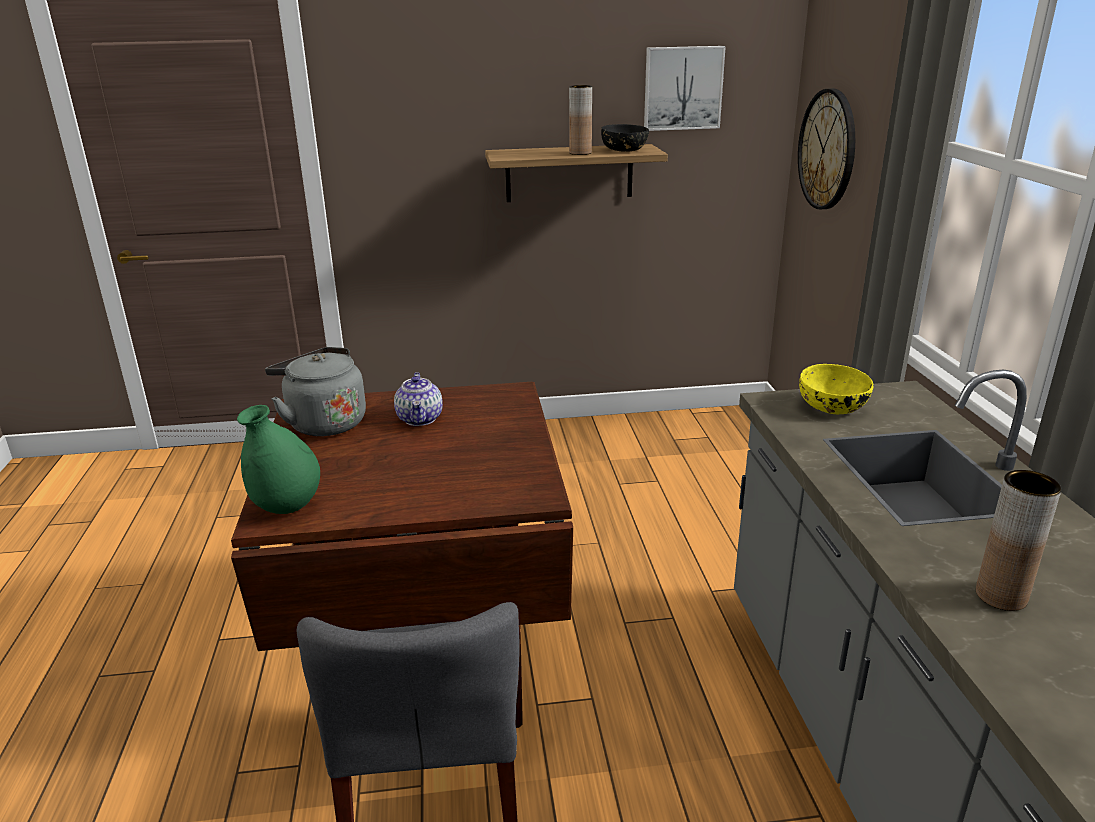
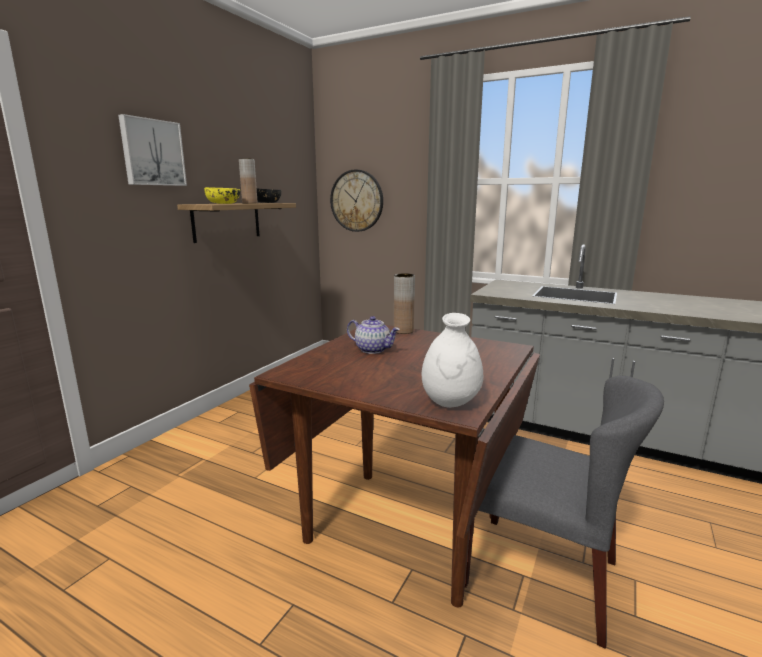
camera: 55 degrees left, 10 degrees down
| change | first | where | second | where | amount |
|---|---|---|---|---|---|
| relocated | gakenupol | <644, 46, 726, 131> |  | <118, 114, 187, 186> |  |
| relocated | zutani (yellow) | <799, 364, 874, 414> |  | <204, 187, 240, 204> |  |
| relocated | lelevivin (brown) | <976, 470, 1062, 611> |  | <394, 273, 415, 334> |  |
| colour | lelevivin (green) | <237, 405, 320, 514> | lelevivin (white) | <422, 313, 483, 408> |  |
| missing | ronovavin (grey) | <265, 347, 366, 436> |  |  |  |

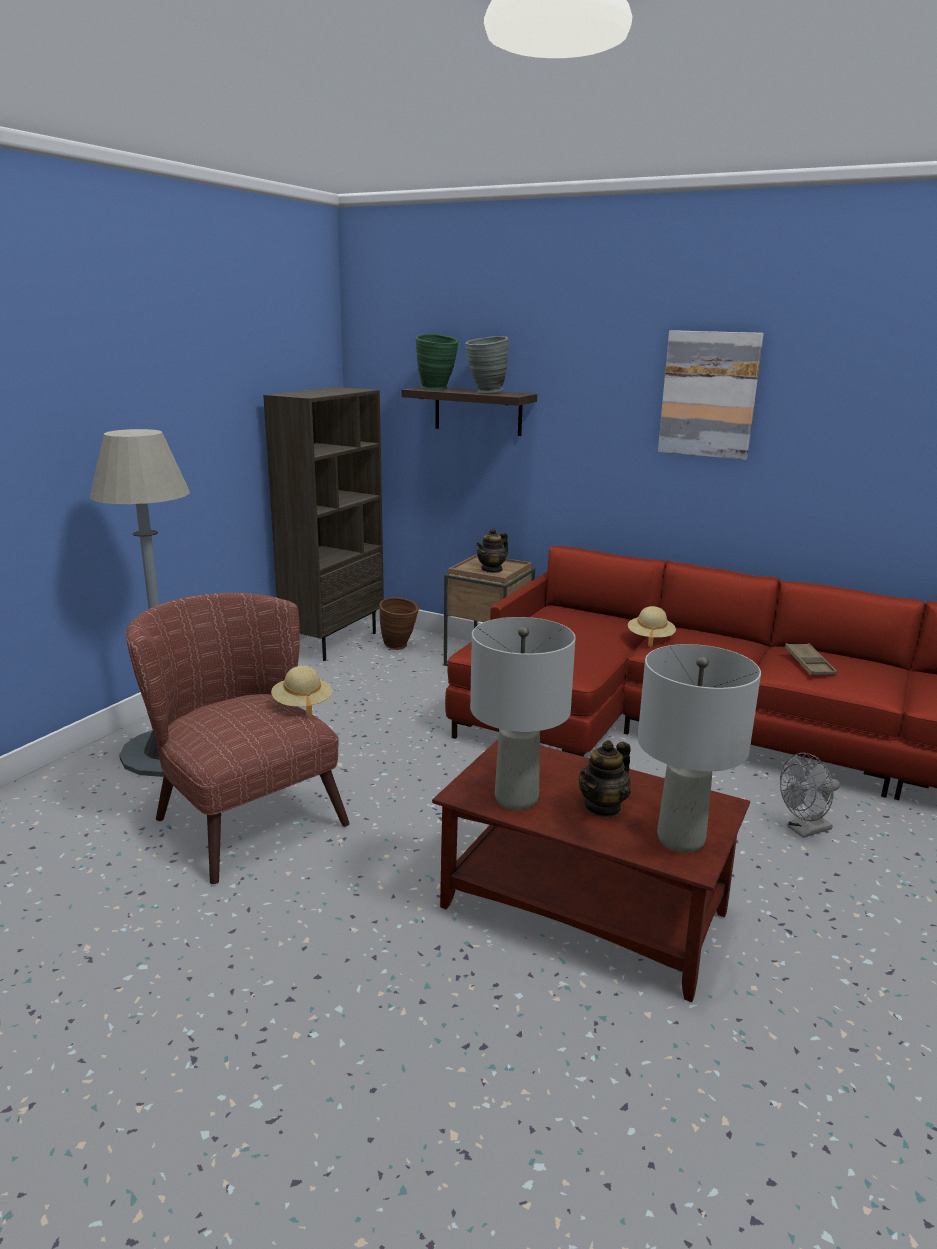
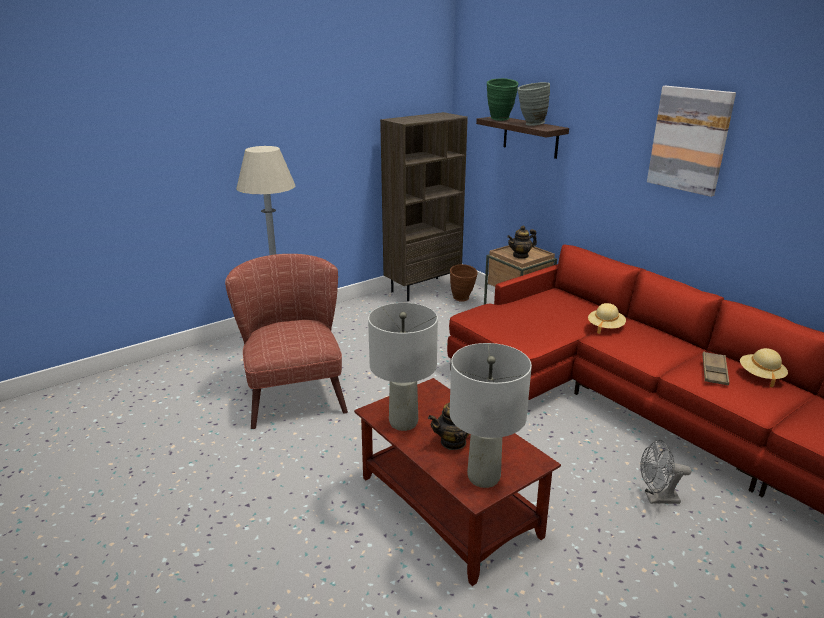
camera: 25 degrees right, 5 degrees up
| change | first | where | second | where | amount |
|---|---|---|---|---|---|
| relocated | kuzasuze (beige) | <271, 666, 332, 718> |  | <740, 348, 788, 387> |  |

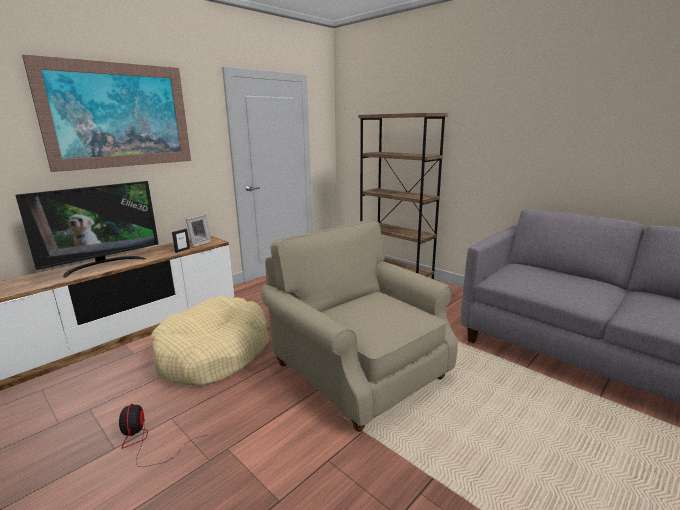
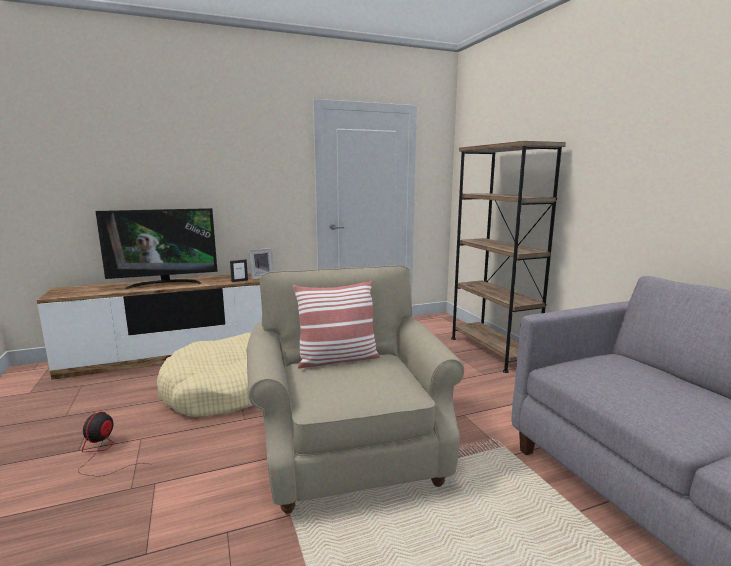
camera: 25 degrees right, 5 degrees down
| change | first | where | second | where | amount |
|---|---|---|---|---|---|
| appeared |  |  | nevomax | <293, 281, 380, 369> |  |
| missing | gakenupol | <22, 54, 191, 172> |  |  |  |

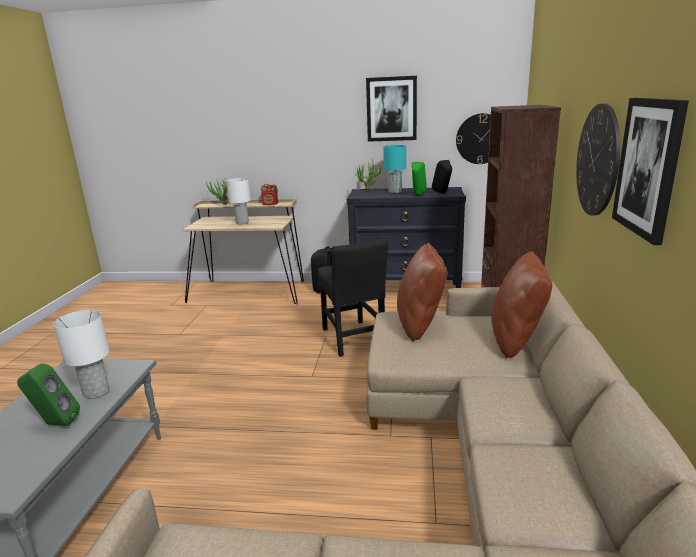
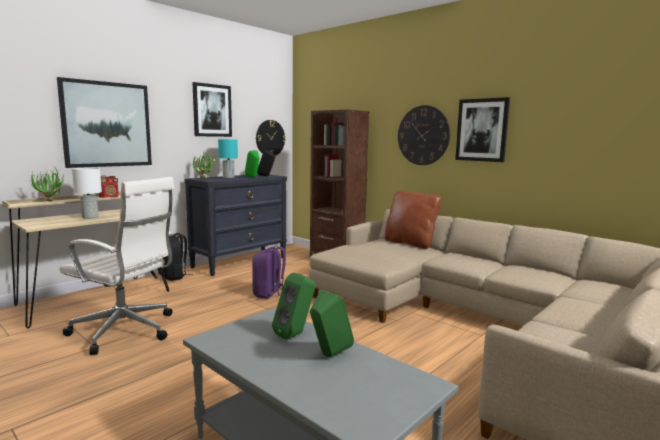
camera: 55 degrees left, 10 degrees down
| change | first | where | second | where | amount |
|---|---|---|---|---|---|
| appeared |  |  | gakenupol | <57, 77, 152, 168> |  |
| appeared |  |  | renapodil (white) | <59, 177, 175, 355> |  |
| exchanged | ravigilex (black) | <318, 239, 389, 357> | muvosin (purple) | <252, 247, 286, 299> |  |
| exchanged | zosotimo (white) | <53, 310, 110, 399> | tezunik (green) | <272, 273, 316, 340> |  |
| missing | nevomax (brown) | <397, 243, 447, 341> |  |  |  |

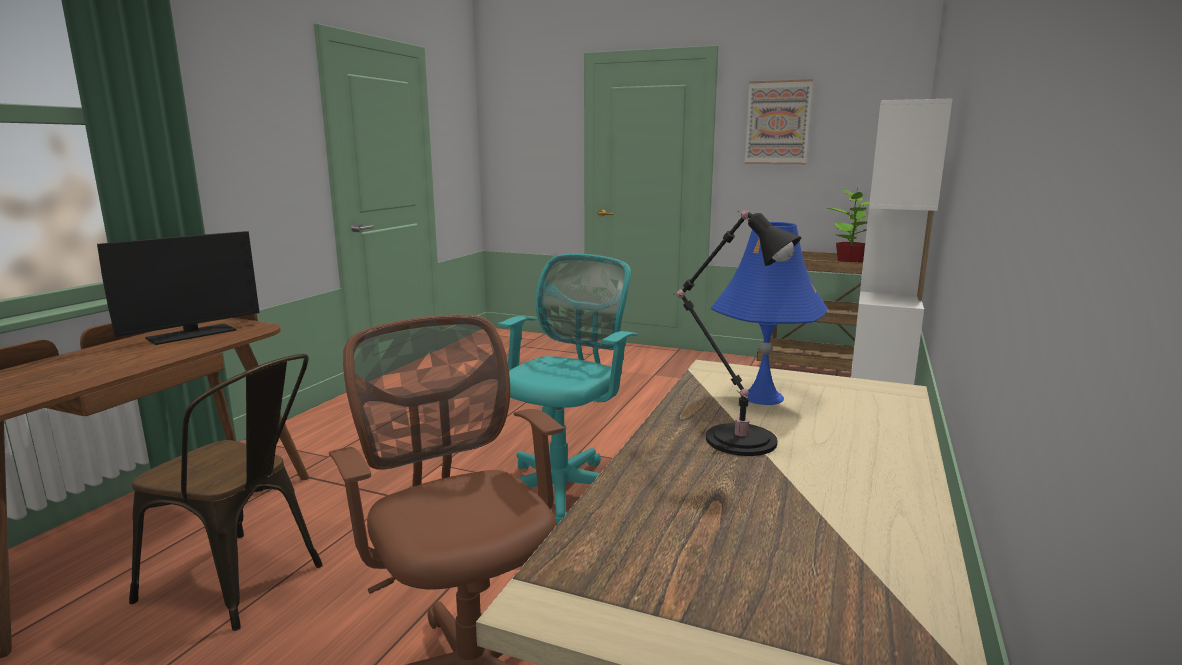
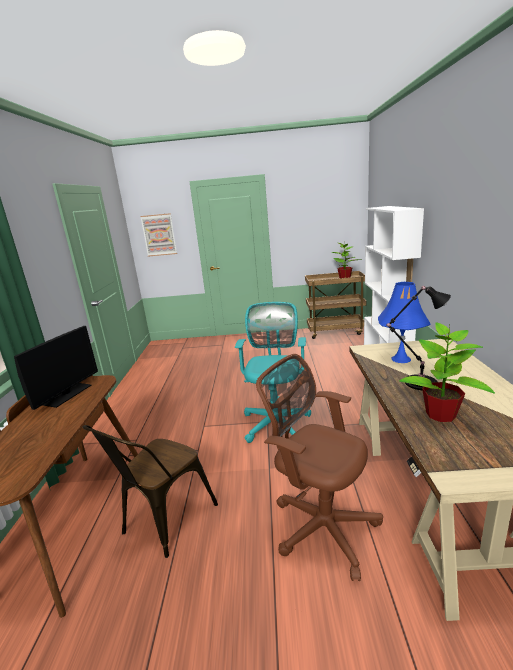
camera: 20 degrees left, 5 degrees up
| change | first | where | second | where | amount |
|---|---|---|---|---|---|
| spun | ravigilex (brown) | <129, 354, 323, 631> |  | <82, 425, 218, 558> | 120 degrees clockwise |
| relocated | gakenupol | <744, 79, 813, 164> |  | <140, 213, 177, 256> |  |
| appeared |  |  | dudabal | <399, 323, 495, 422> |  |

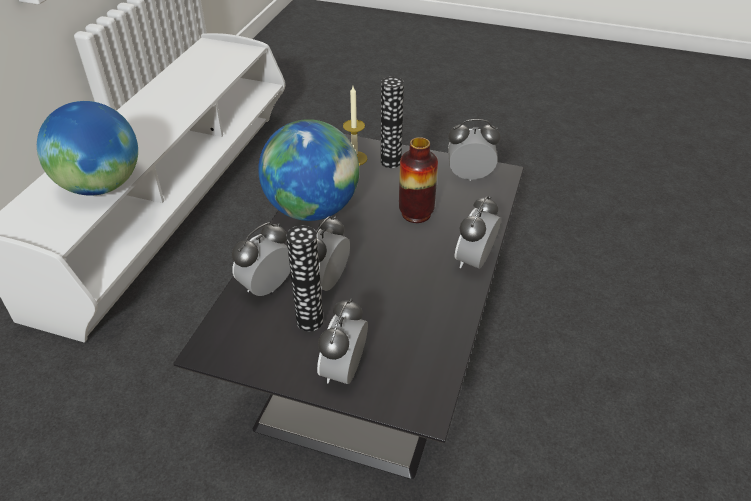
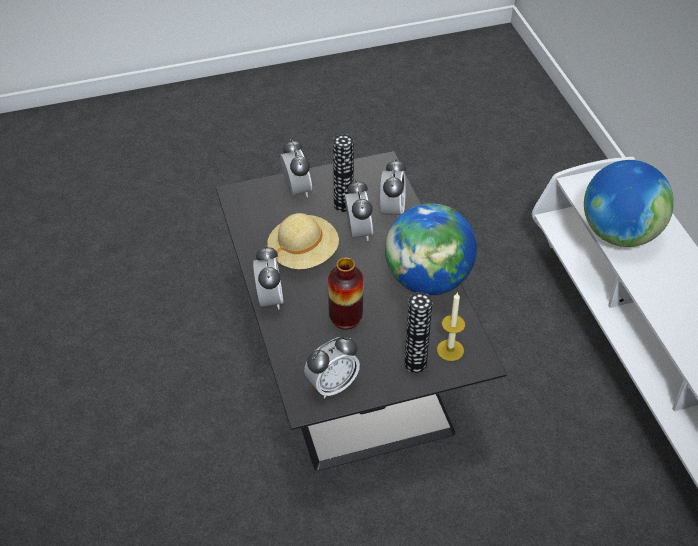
camera: 145 degrees right, 5 degrees up
| change | first | where | second | where | amount |
|---|---|---|---|---|---|
| appeared |  |  | kuzasuze (beige) | <267, 213, 339, 269> |  |

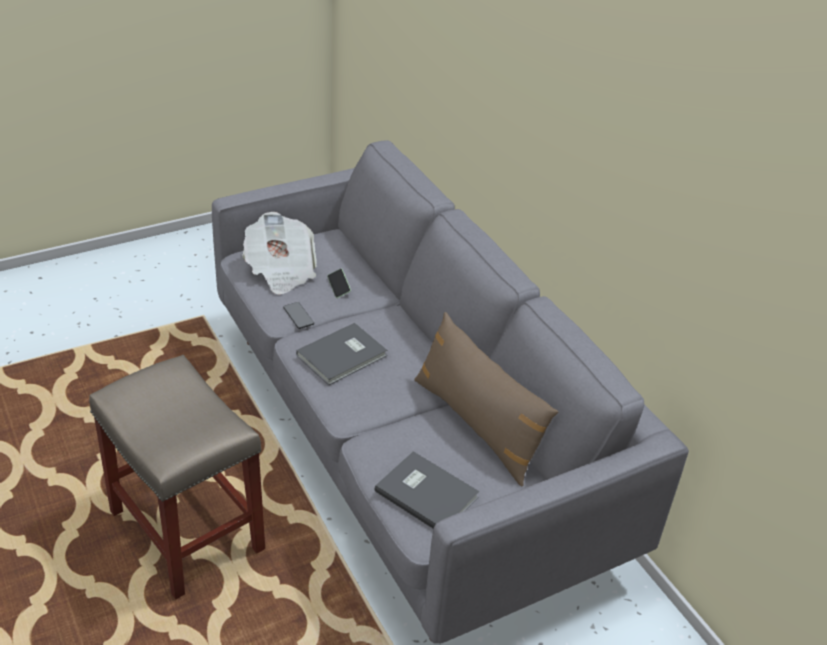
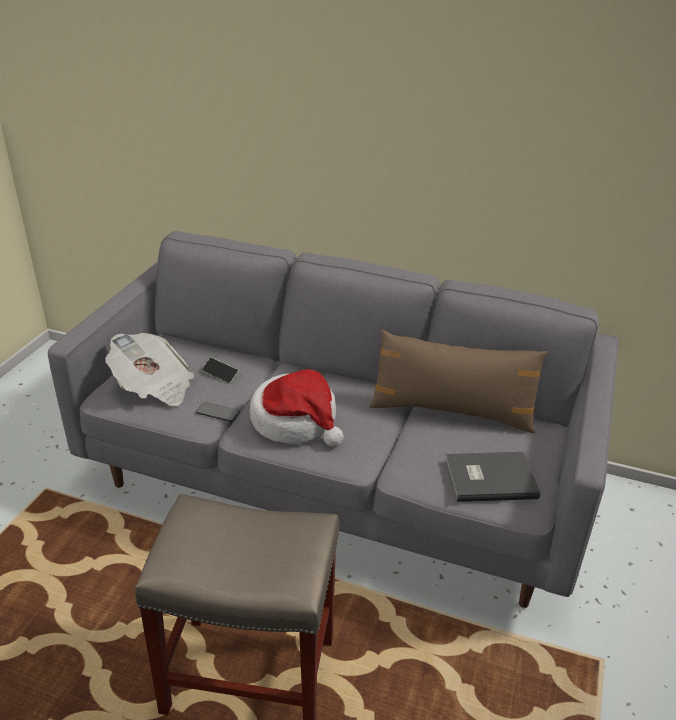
camera: 40 degrees left, 5 degrees down
| change | first | where | second | where | amount |
|---|---|---|---|---|---|
| exchanged | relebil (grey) | <296, 323, 387, 385> | kuzasuze | <250, 369, 344, 447> |  |

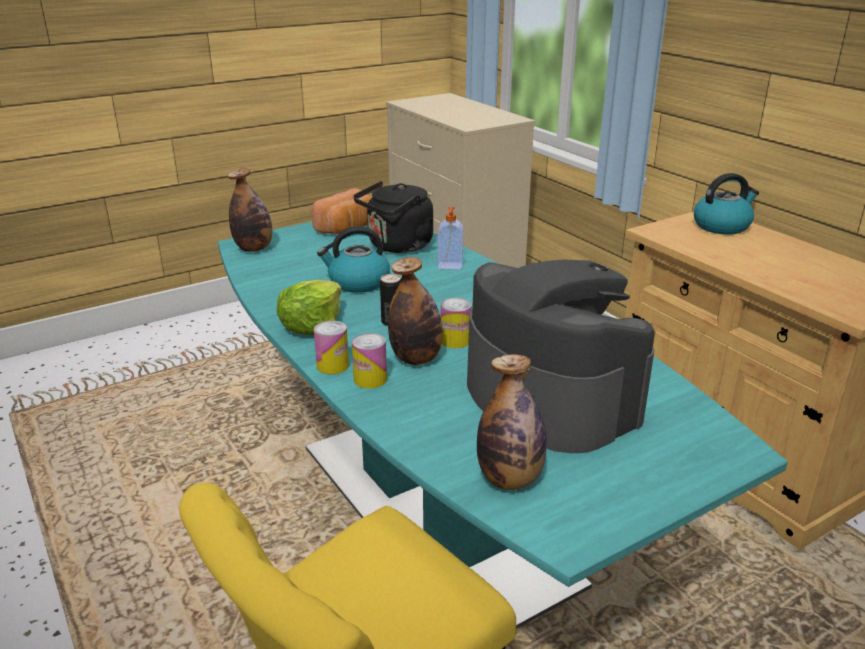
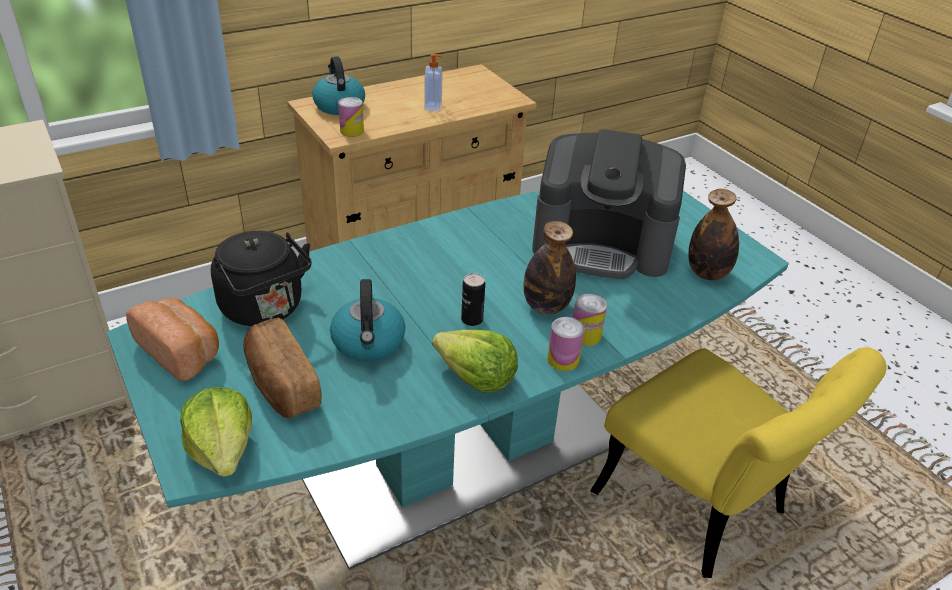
camera: 90 degrees left, 10 degrees up
| change | first | where | second | where | amount |
|---|---|---|---|---|---|
| exchanged | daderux | <228, 168, 272, 252> | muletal | <180, 387, 252, 477> |  |
| appeared |  |  | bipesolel | <243, 318, 322, 418> |  |
| relocated | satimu | <440, 298, 472, 348> |  | <338, 97, 364, 137> |  |
| relocated | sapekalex | <438, 207, 464, 270> |  | <424, 54, 443, 111> |  |
| spun | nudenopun | <467, 260, 655, 453> |  | <532, 129, 686, 279> | 135 degrees counterclockwise |

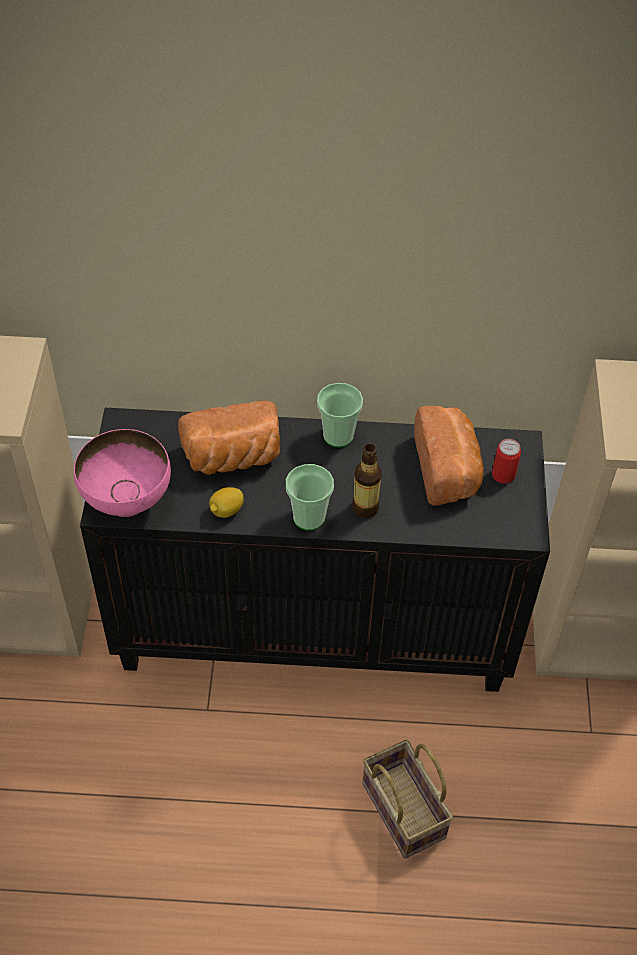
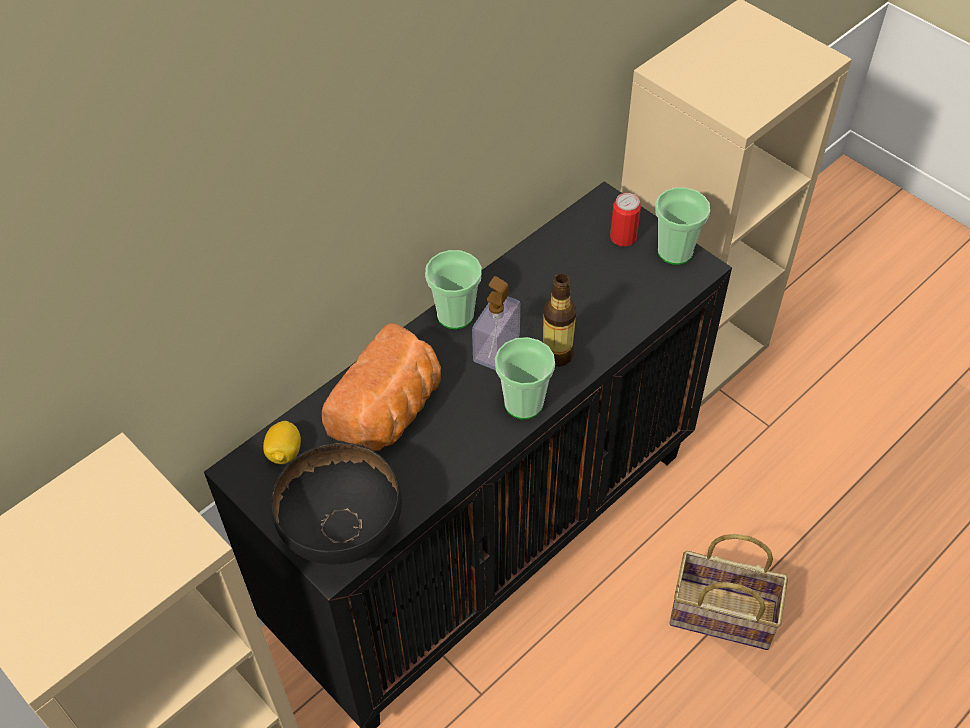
camera: 45 degrees left, 0 degrees up
| change | first | where | second | where | amount |
|---|---|---|---|---|---|
| relocated | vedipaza | <209, 487, 244, 518> |  | <263, 421, 301, 464> |  |
| colour | zutani (pink) | <74, 429, 171, 517> | zutani (black) | <271, 443, 402, 564> |  |
| appeared |  |  | sapekalex | <472, 276, 520, 370> |  |
| appeared |  |  | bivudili | <655, 187, 710, 265> |  |
| missing | bipesolel | <414, 406, 484, 506> |  |  |  |

